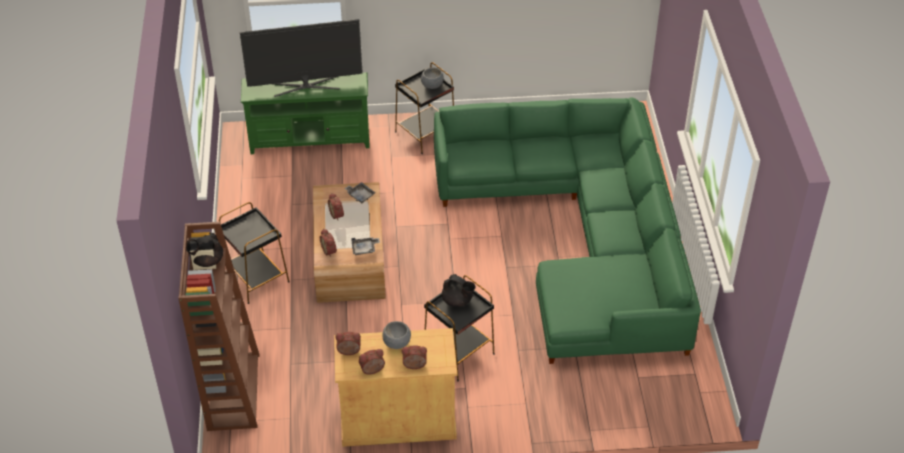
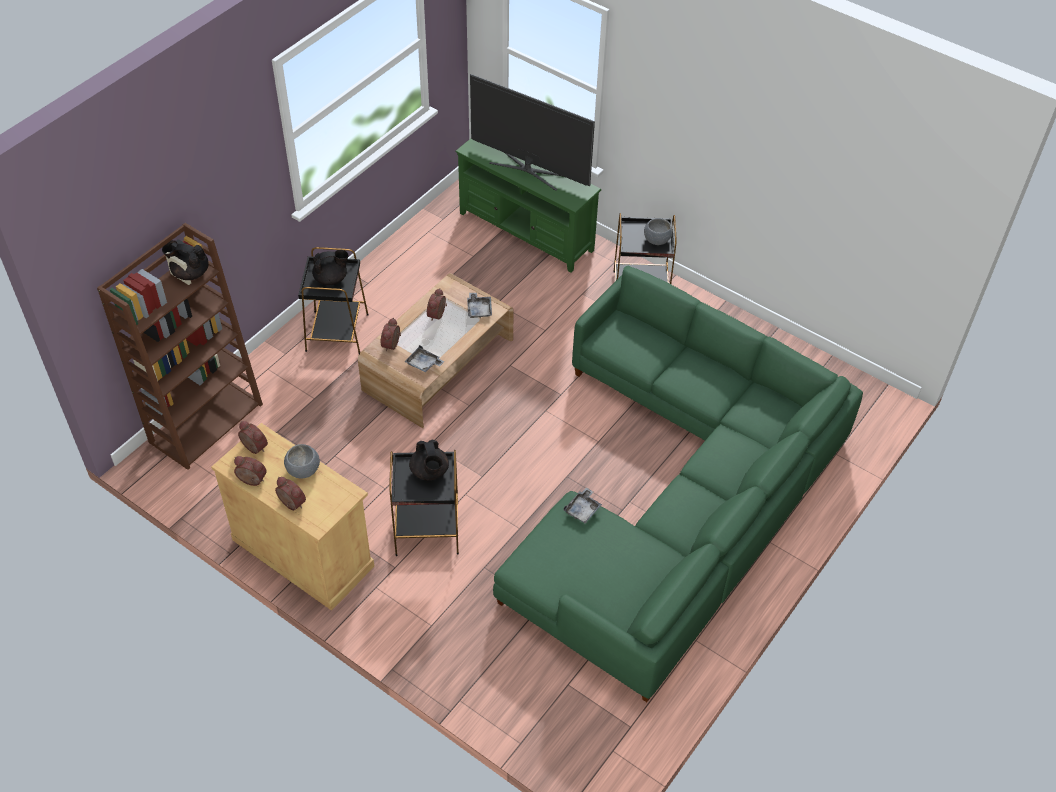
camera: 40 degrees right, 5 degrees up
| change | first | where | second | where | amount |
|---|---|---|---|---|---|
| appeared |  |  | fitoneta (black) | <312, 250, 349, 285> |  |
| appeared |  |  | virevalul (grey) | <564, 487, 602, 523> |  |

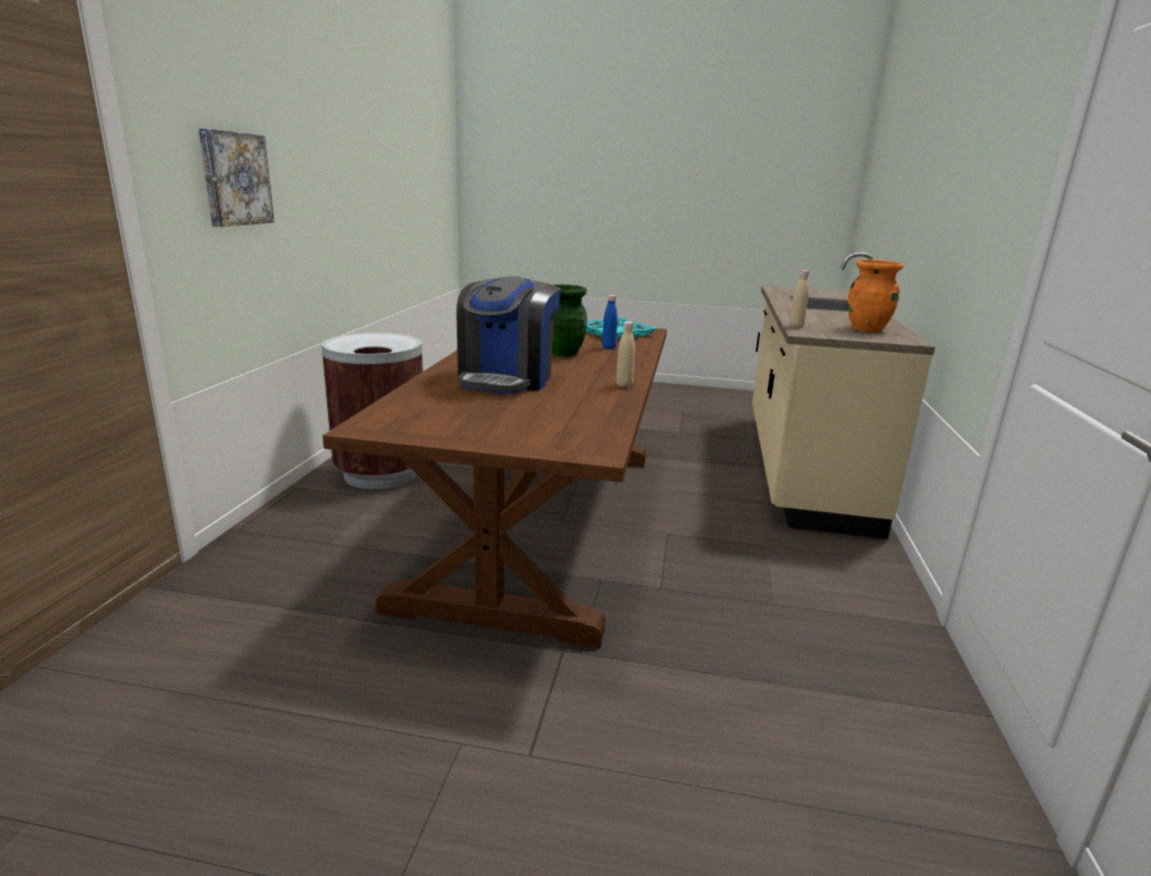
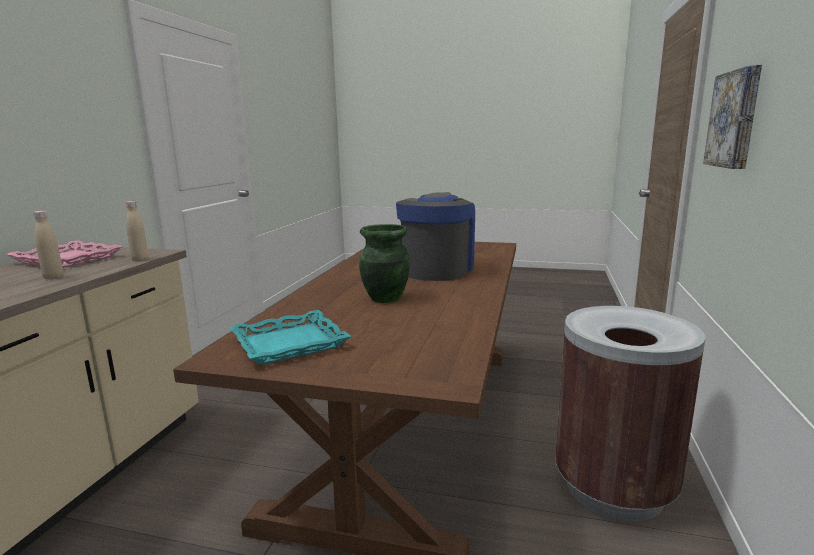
camera: 175 degrees left, 5 degrees down
| change | first | where | second | where | amount |
|---|---|---|---|---|---|
| exchanged | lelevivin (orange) | <848, 259, 903, 332> | virevalul (pink) | <7, 240, 122, 268> |  |
| relocated | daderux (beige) | <616, 321, 635, 388> |  | <33, 211, 63, 279> |  |
| missing | daderux (blue) | <602, 295, 618, 349> |  |  |  |

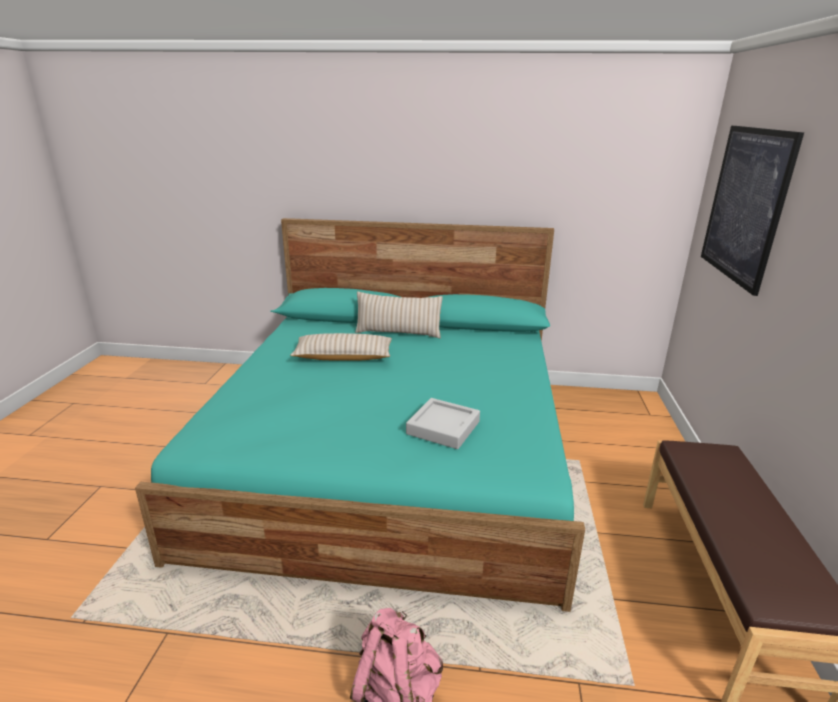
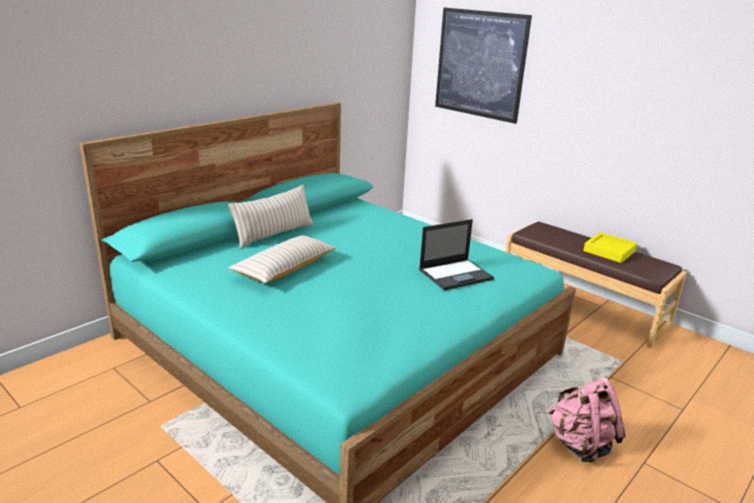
camera: 55 degrees left, 0 degrees up
| change | first | where | second | where | amount |
|---|---|---|---|---|---|
| exchanged | virevalul (grey) | <406, 398, 480, 449> | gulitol | <419, 219, 494, 290> |  |
| appeared |  |  | virevalul (yellow) | <583, 232, 637, 263> |  |

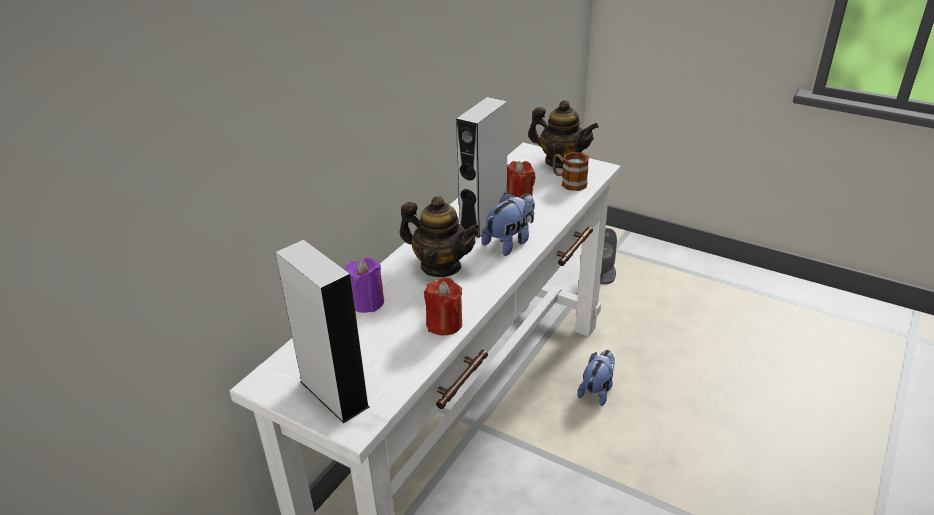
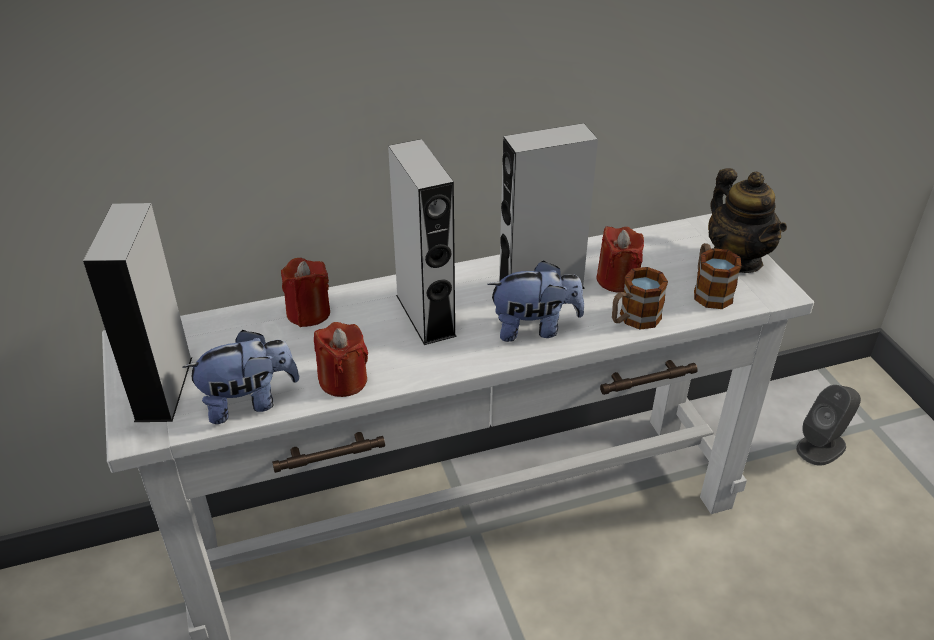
camera: 40 degrees right, 5 degrees up
| change | first | where | second | where | amount |
|---|---|---|---|---|---|
| relocated | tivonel | <577, 350, 615, 406> |  | <182, 330, 299, 424> |  |
| colour | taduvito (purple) | <345, 257, 384, 313> | taduvito (red) | <281, 258, 330, 327> |  |
| exchanged | fitoneta | <400, 196, 480, 277> | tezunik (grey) | <388, 139, 457, 345> |  |
| appeared |  |  | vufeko | <612, 267, 668, 330> |  |

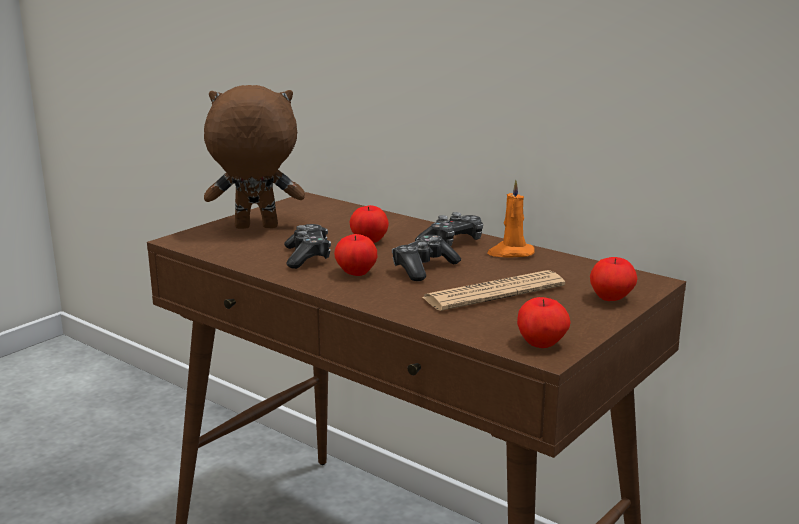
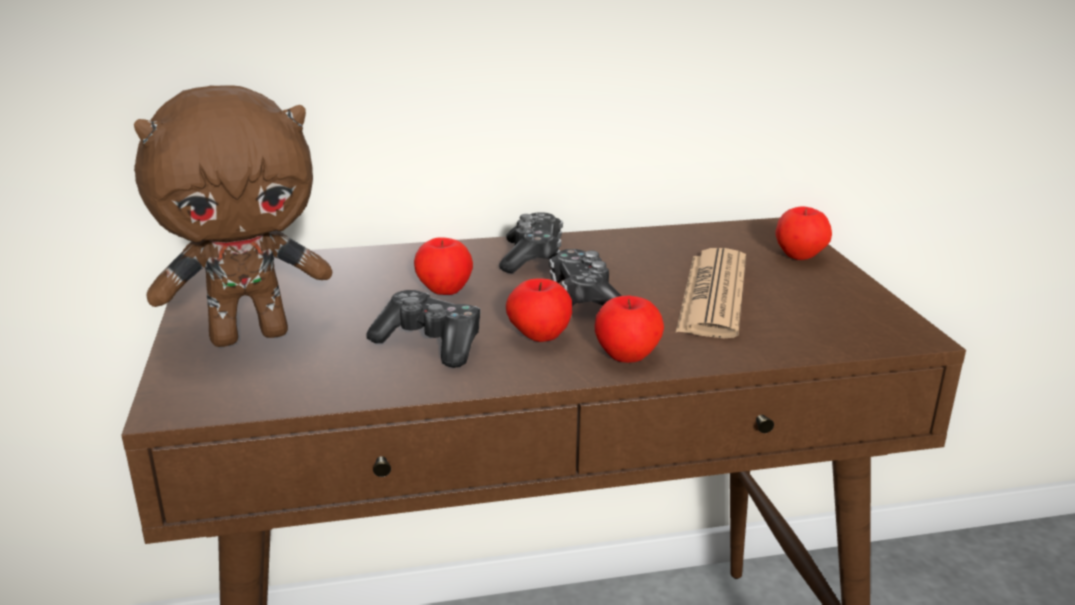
camera: 50 degrees left, 5 degrees up
| change | first | where | second | where | amount |
|---|---|---|---|---|---|
| spun | tivonel (brown) | <204, 85, 305, 229> |  | <134, 85, 332, 347> | 150 degrees counterclockwise |
| relocated | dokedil | <517, 297, 571, 348> |  | <594, 295, 664, 363> |  |
| missing | taduvito (orange) | <487, 180, 535, 258> |  |  |  |

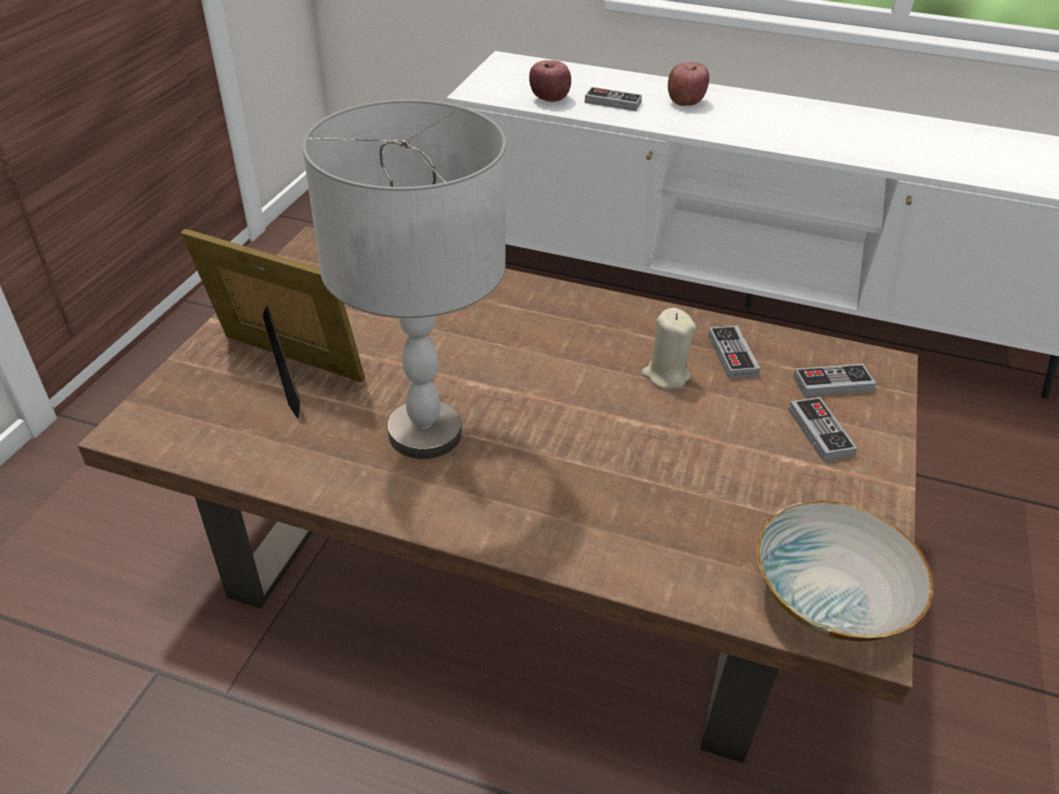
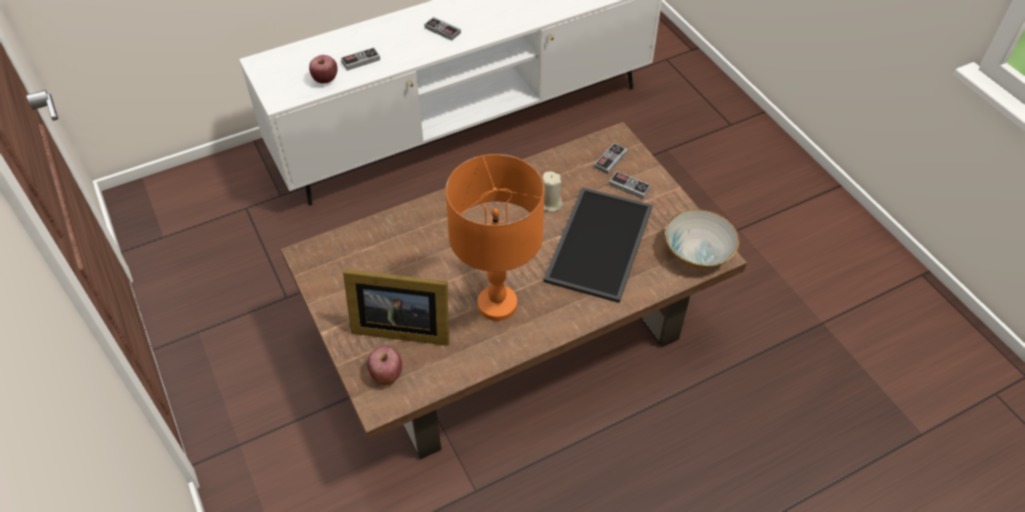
camera: 45 degrees left, 10 degrees up
| change | first | where | second | where | amount |
|---|---|---|---|---|---|
| spun | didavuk | <181, 229, 365, 418> |  | <343, 269, 449, 346> | 150 degrees counterclockwise |
| relocated | dokedil | <668, 62, 709, 106> |  | <367, 346, 402, 385> |  |
| relocated | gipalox | <708, 326, 760, 379> |  | <424, 17, 461, 41> |  |
| colour | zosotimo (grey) | <302, 99, 506, 459> | zosotimo (orange) | <445, 154, 545, 321> |  |
| appeared |  |  | virevalul | <543, 187, 653, 303> |  |

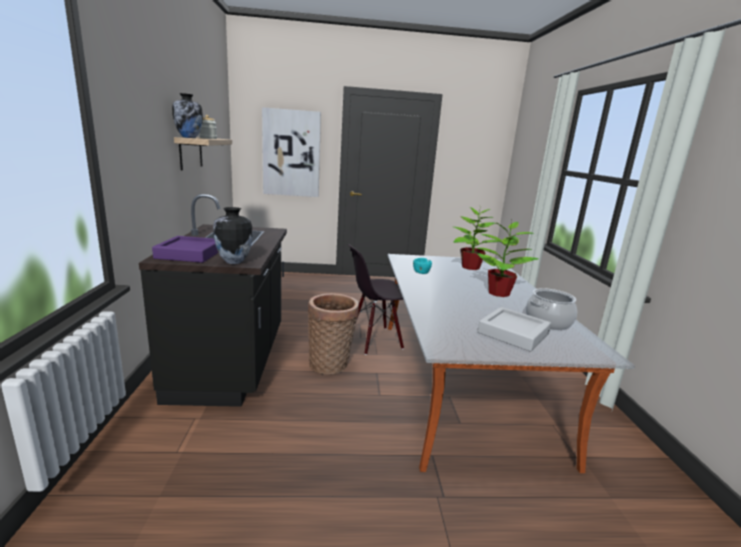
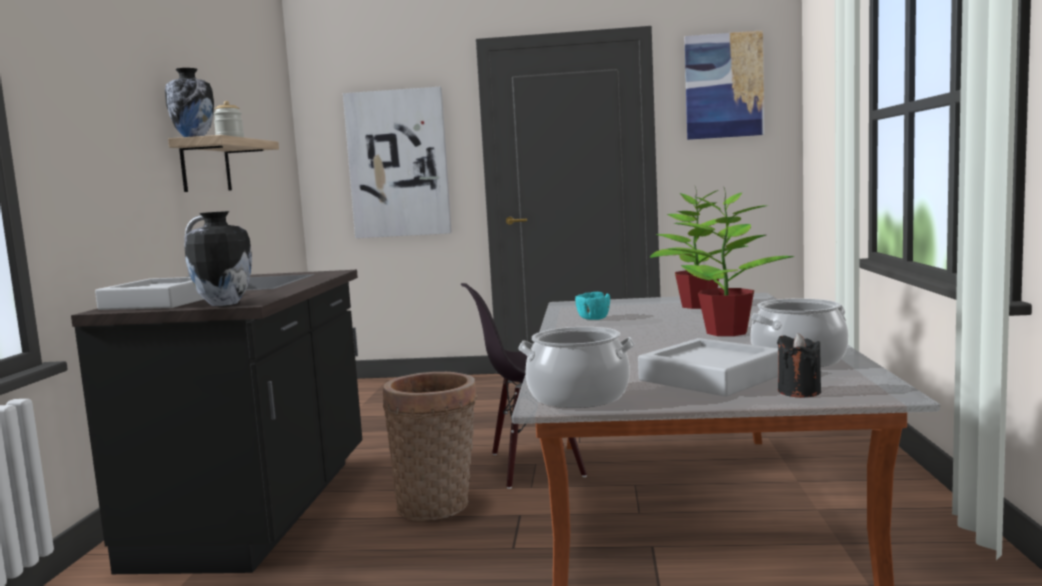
camera: 10 degrees right, 10 degrees down
| change | first | where | second | where | amount |
|---|---|---|---|---|---|
| colour | virevalul (purple) | <152, 236, 219, 263> | virevalul (grey) | <95, 277, 204, 310> |  |
| appeared |  |  | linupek | <518, 327, 635, 408> |  |
| appeared |  |  | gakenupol | <685, 30, 764, 140> |  |
| appeared |  |  | taduvito (black) | <777, 333, 821, 398> |  |

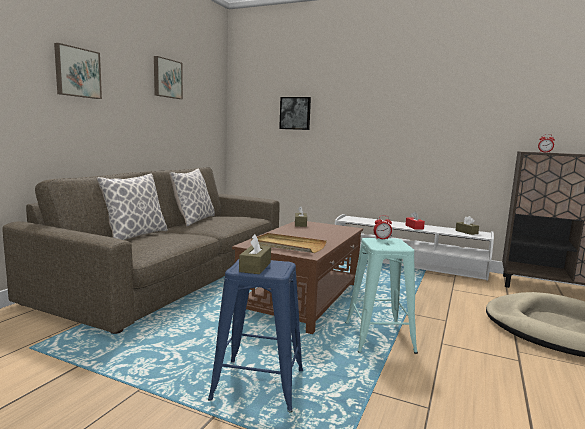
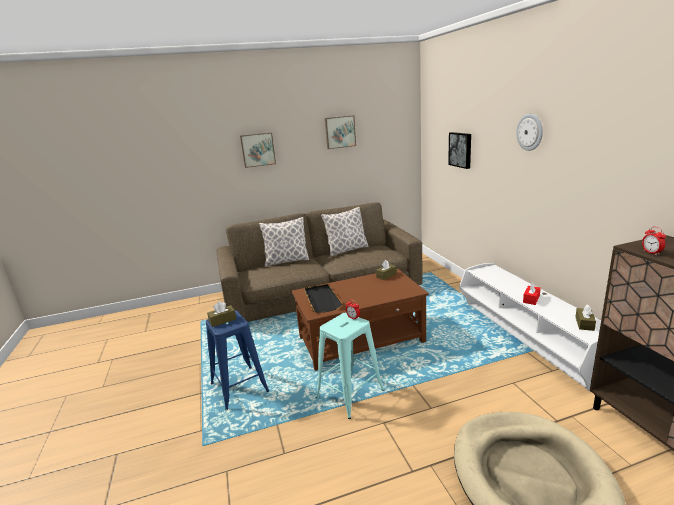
camera: 50 degrees right, 10 degrees up
| change | first | where | second | where | amount |
|---|---|---|---|---|---|
| colour | virevalul (beige) | <251, 233, 327, 253> | virevalul (black) | <305, 284, 343, 313> |  |
| appeared |  |  | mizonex | <516, 114, 543, 151> |  |

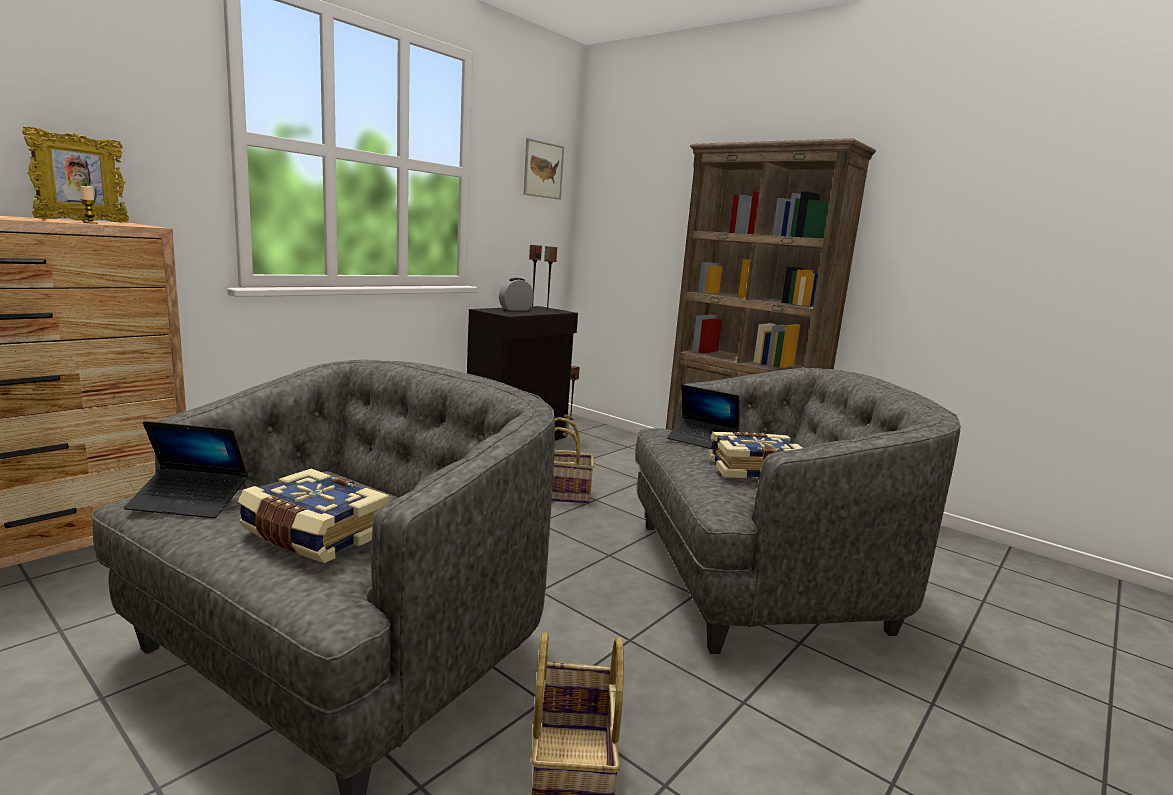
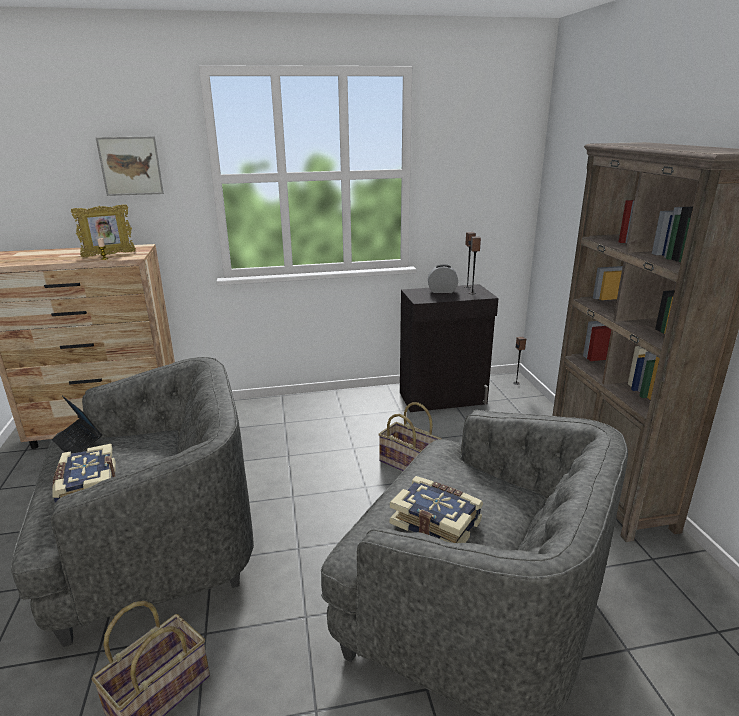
camera: 40 degrees right, 10 degrees up
| change | first | where | second | where | amount |
|---|---|---|---|---|---|
| relocated | gakenupol | <523, 138, 564, 200> |  | <96, 136, 164, 196> |  |
| missing | gulitol | <667, 385, 739, 449> |  |  |  |

